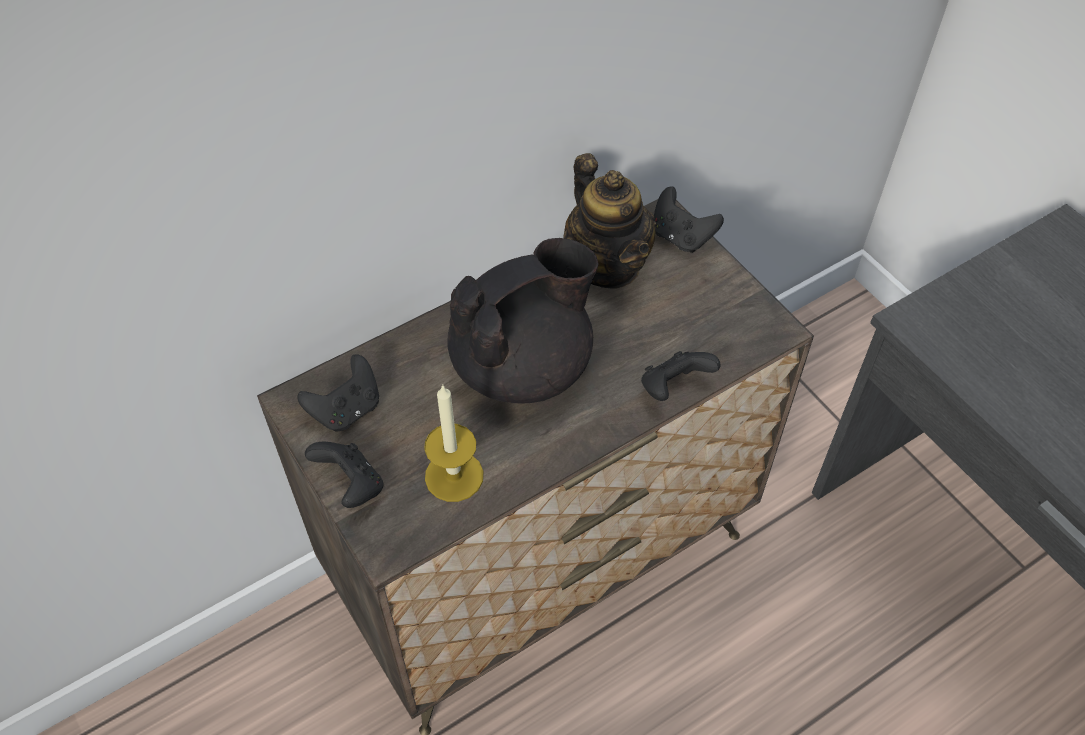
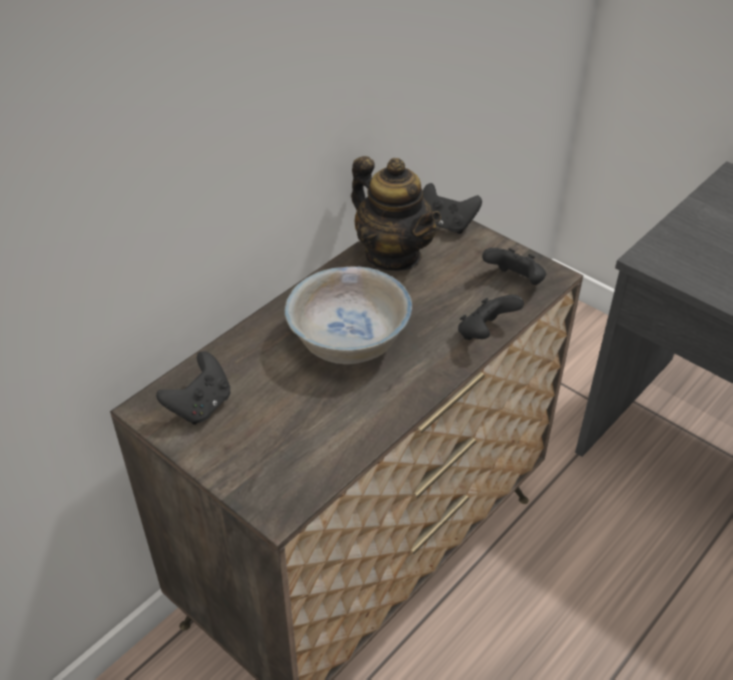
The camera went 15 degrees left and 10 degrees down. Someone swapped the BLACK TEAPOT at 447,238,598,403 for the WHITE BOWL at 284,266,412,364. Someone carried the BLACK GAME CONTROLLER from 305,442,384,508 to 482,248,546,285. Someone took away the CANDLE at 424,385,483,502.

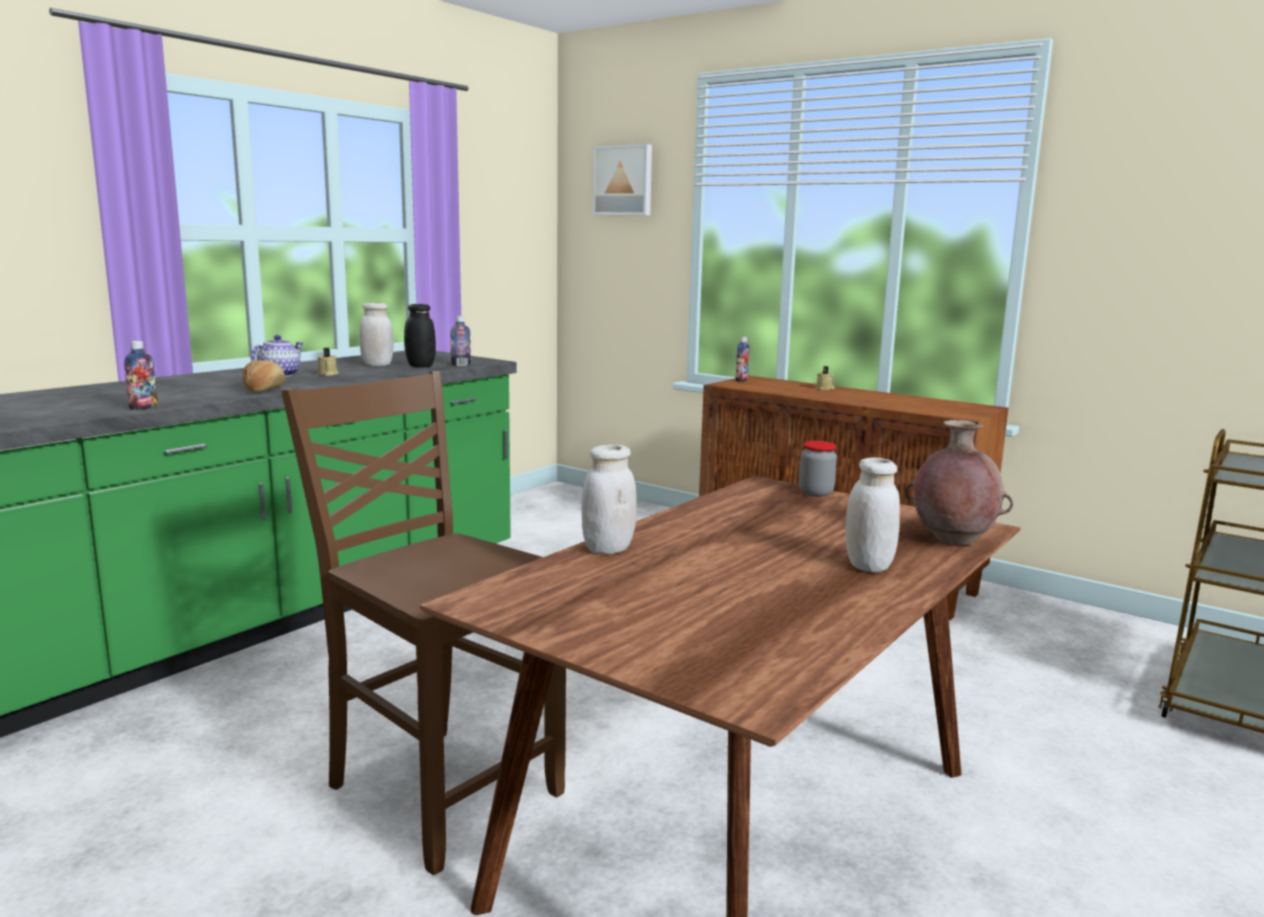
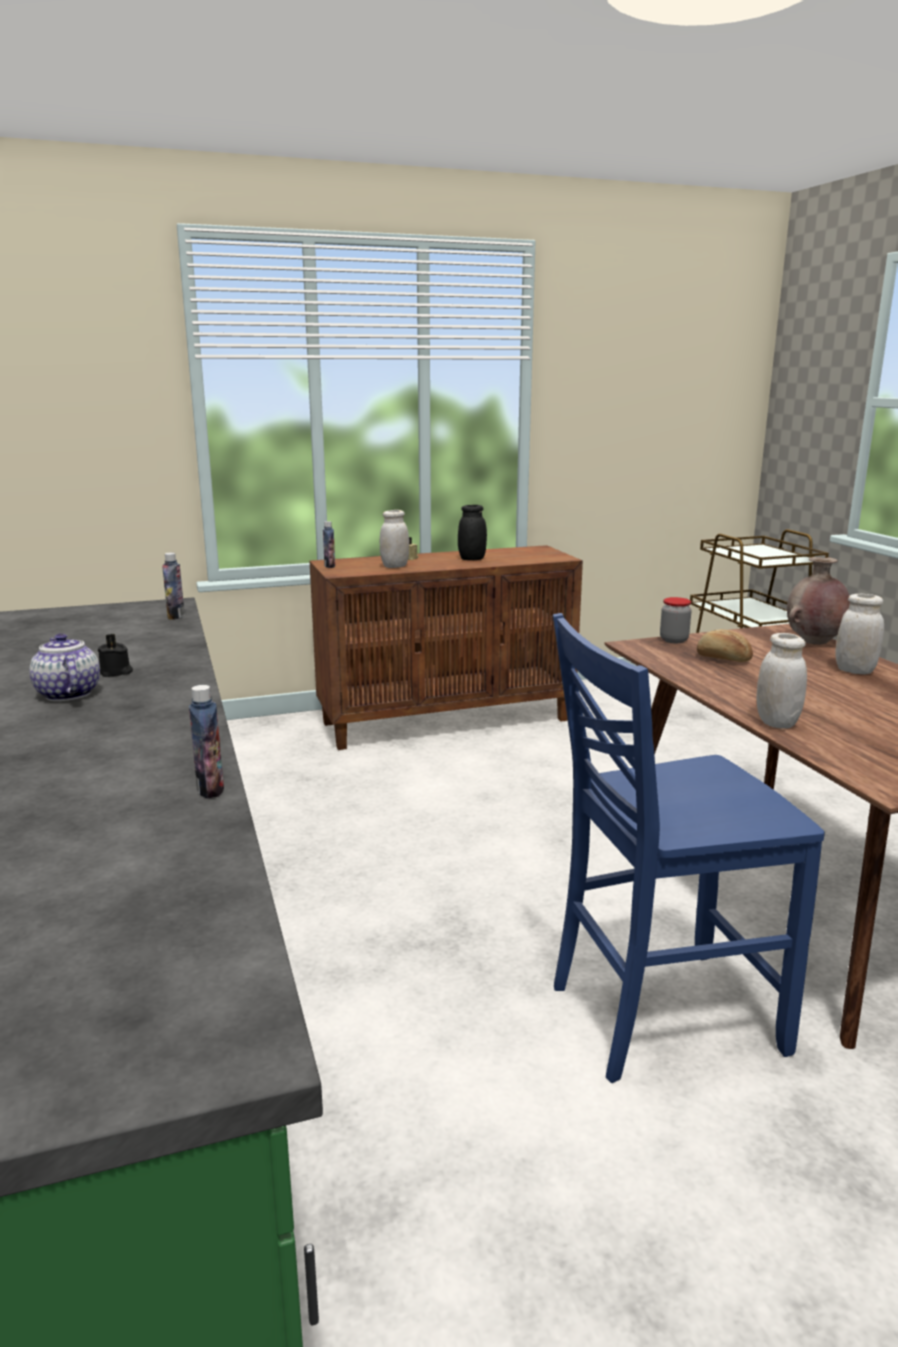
The camera went 55 degrees left and 5 degrees up. Someone repainted the BEIGE CANDLE at 317,348,338,376, which became the BLACK CANDLE at 98,634,133,677. Someone carried the WHITE JAR from 359,303,394,366 to 380,510,409,568. Someone carried the BLACK JAR from 404,304,436,367 to 458,505,487,560. Someone repainted the BROWN CHAIR at 281,371,566,875, which became the BLUE CHAIR at 553,613,825,1083. Someone carried the BREAD from 242,360,285,392 to 697,629,753,662. Someone took away the PICTURE at 593,144,652,215.

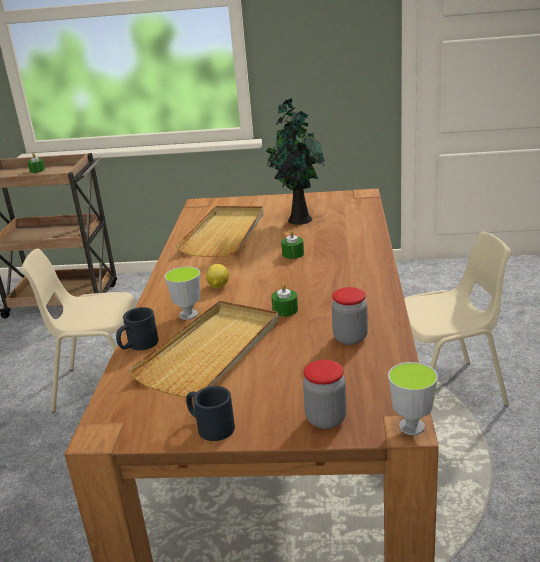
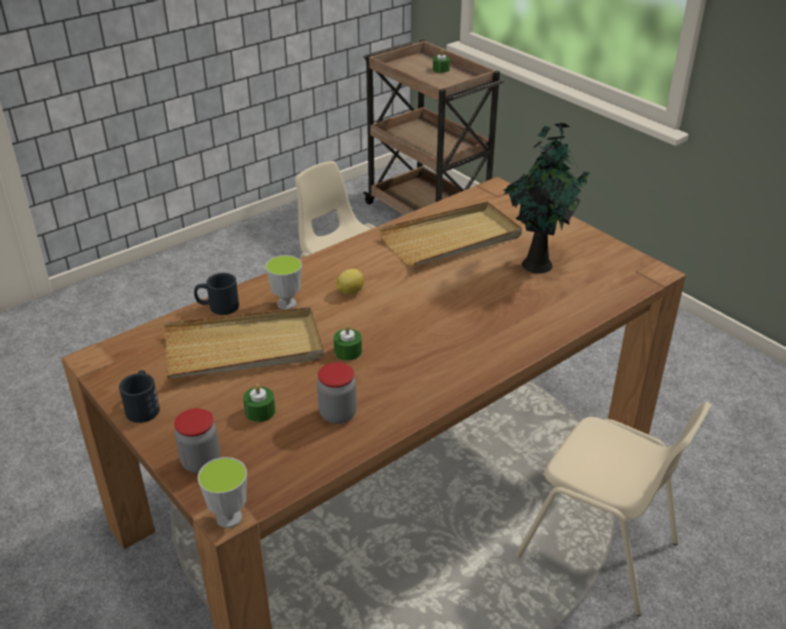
The camera went 45 degrees right and 10 degrees up. Someone carried the GREEN CANDLE from 281,230,304,259 to 243,384,275,422.

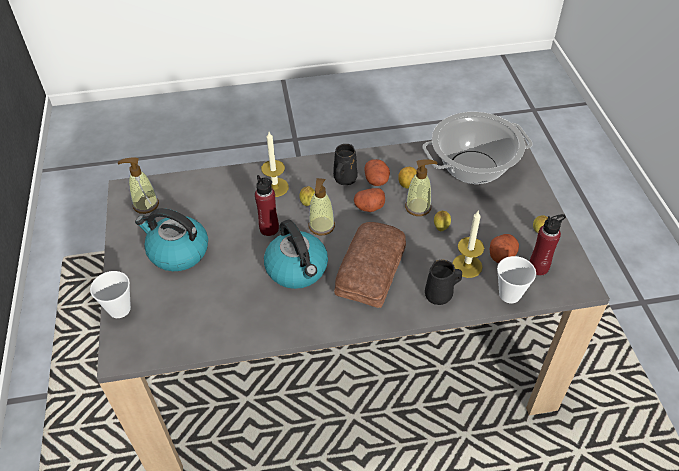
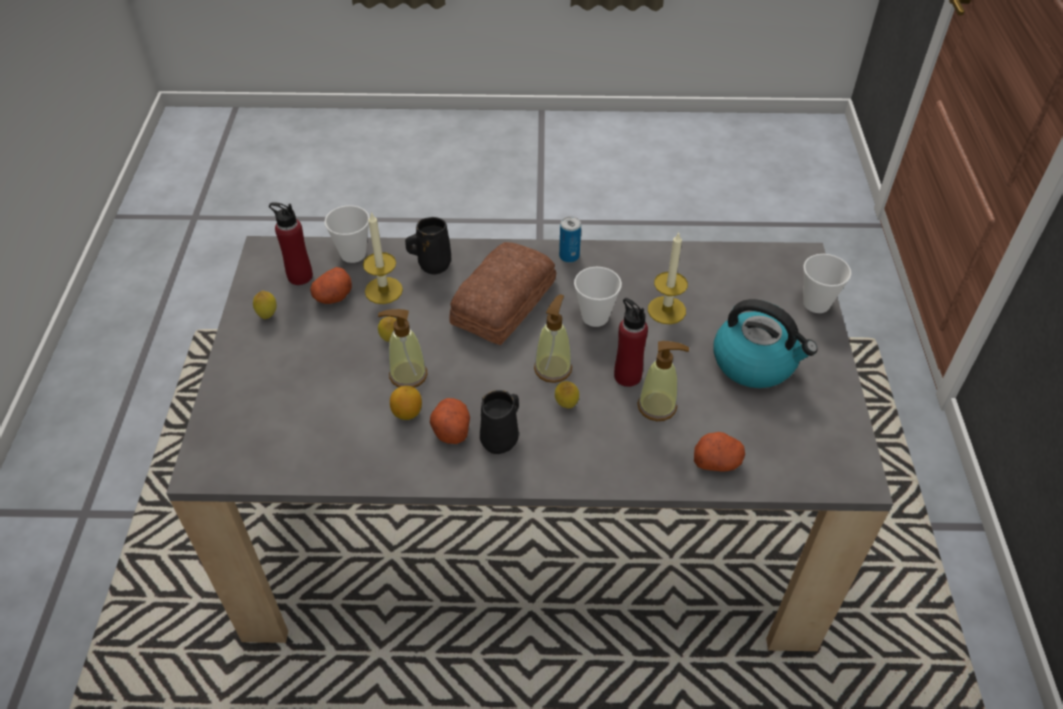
The camera went 170 degrees left and 0 degrees up. Someone put down the CAN at 559,216,581,263. Someone swapped the KETTLE at 264,219,328,289 for the CUP at 574,267,622,327. Someone carried the SOAP DISPENSER from 118,157,159,214 to 637,341,689,421. Someone carried the CANDLE from 261,132,289,197 to 648,232,688,324. Someone carried the POTATO from 354,188,385,212 to 694,432,745,472. Someone took away the COOKING POT at 422,112,533,184.

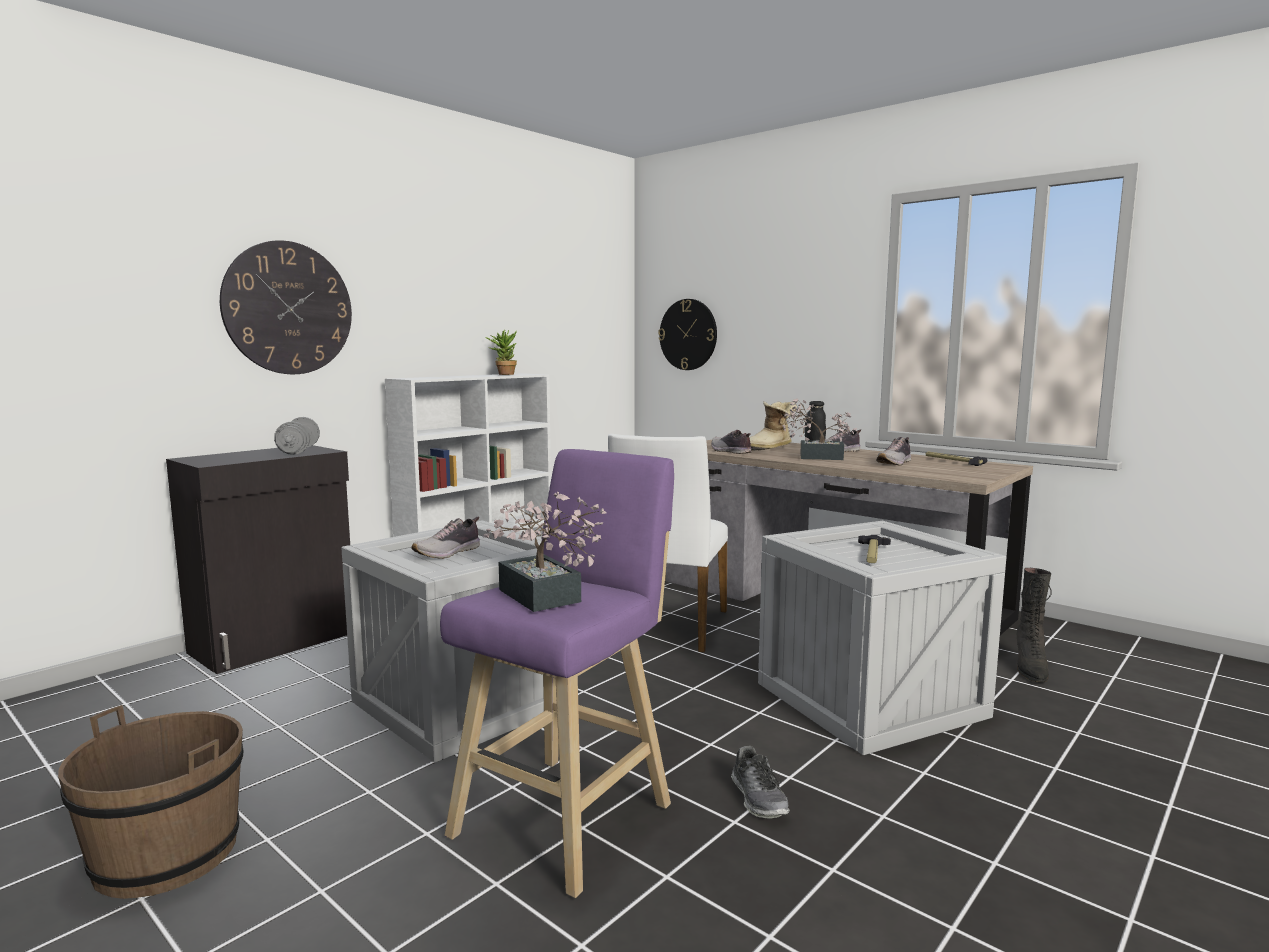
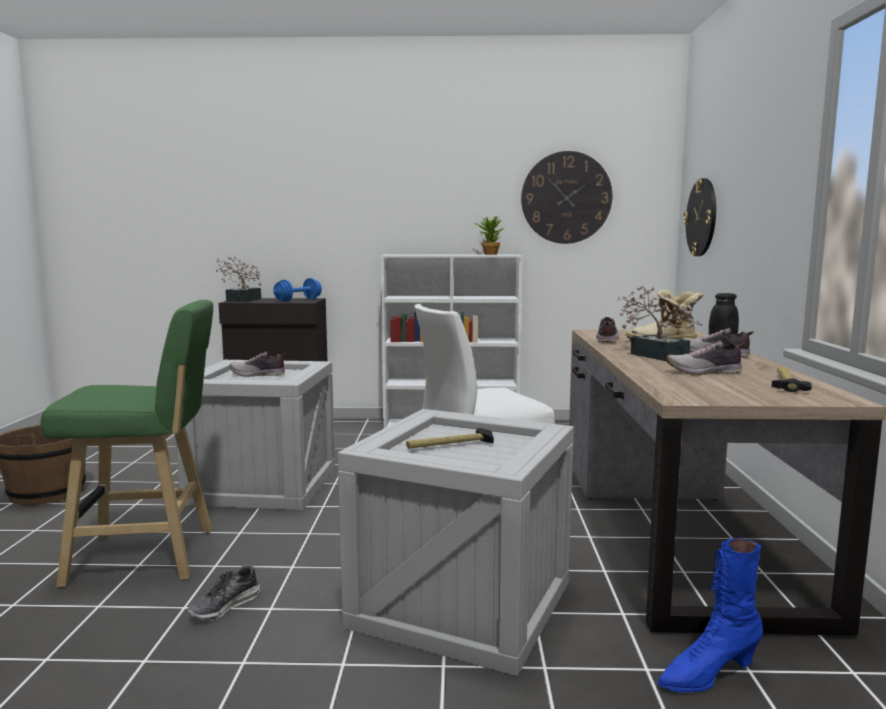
The camera went 50 degrees right and 0 degrees up. Someone repainted the PURPLE STOOL at 440,449,674,898, which became the GREEN STOOL at 41,300,213,588. Someone carried the POTTED PLANT from 483,492,607,612 to 215,256,261,302. Someone repainted the GREY DUMBBELL at 274,417,320,455, which became the BLUE DUMBBELL at 273,278,322,302. Someone carried the WALL CLOCK from 220,240,352,374 to 521,151,612,244. Someone repainted the BLACK BOOT at 1017,568,1052,682, which became the BLUE BOOT at 657,538,763,693.

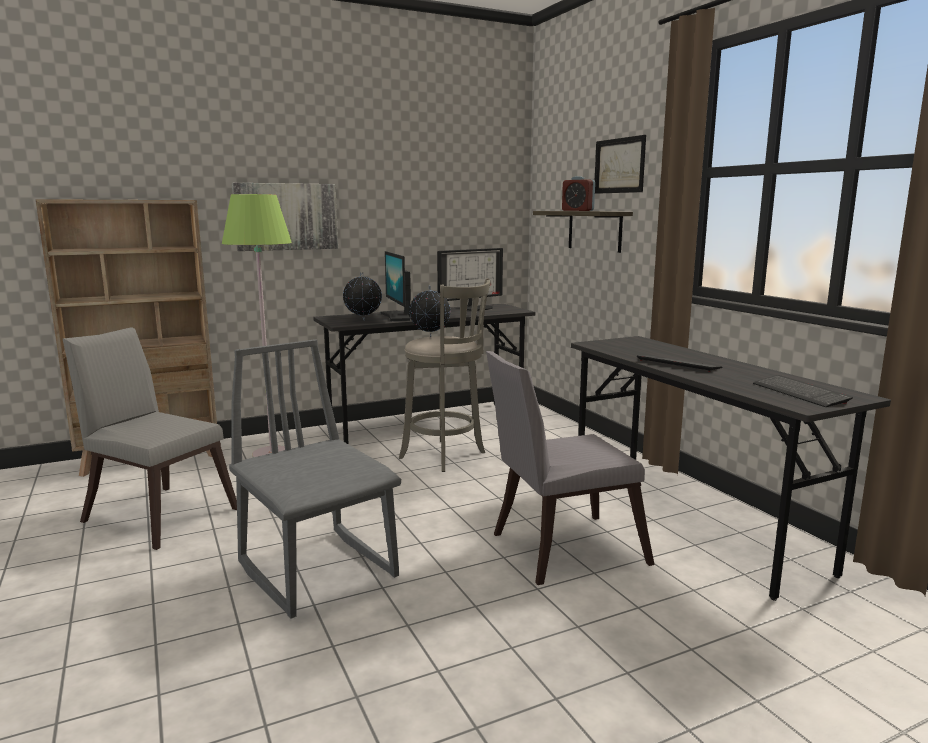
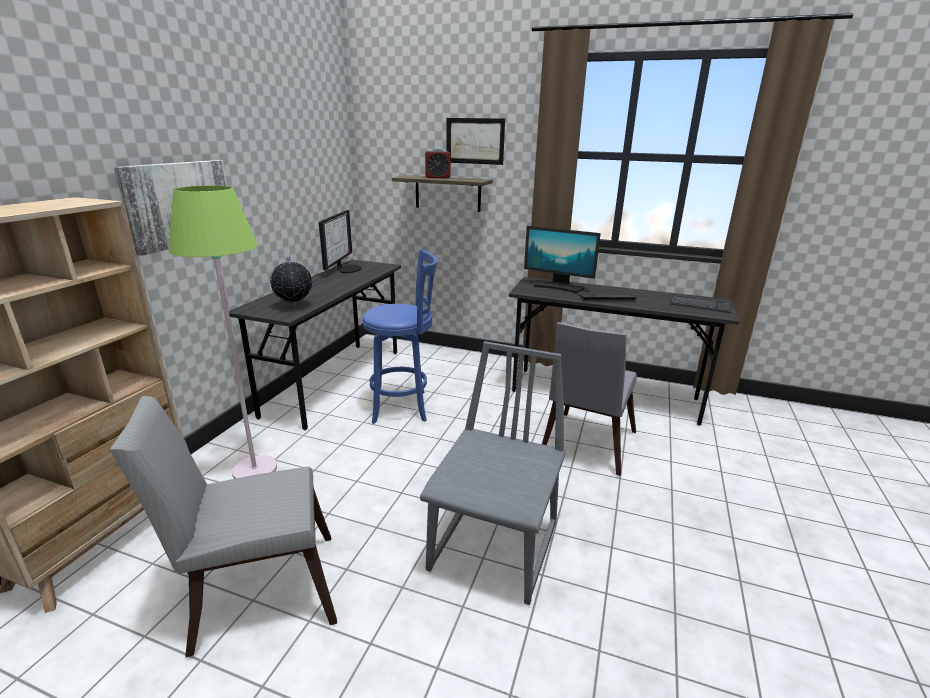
The camera went 45 degrees left and 10 degrees up. Someone repainted the GREY STOOL at 399,278,491,472, which became the BLUE STOOL at 362,249,437,424. Someone rotated the GREY CHAIR at 229,339,401,619 by 105 degrees clockwise. Someone carried the MONITOR from 380,251,411,321 to 524,226,601,293. Someone took away the GLOBE at 409,285,450,337.

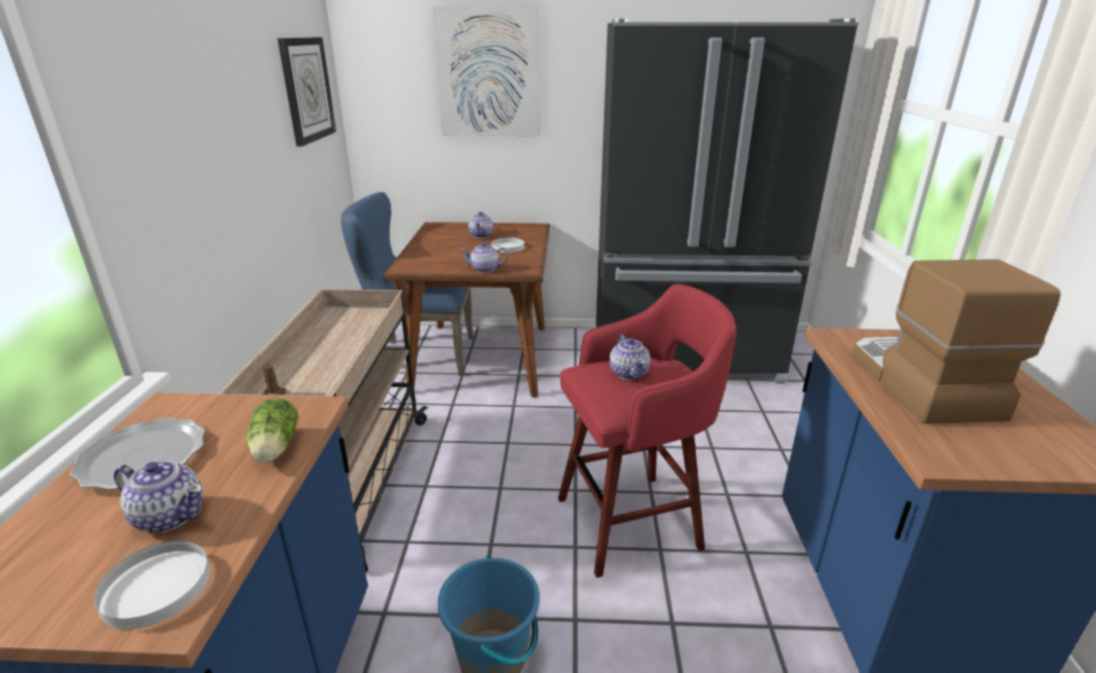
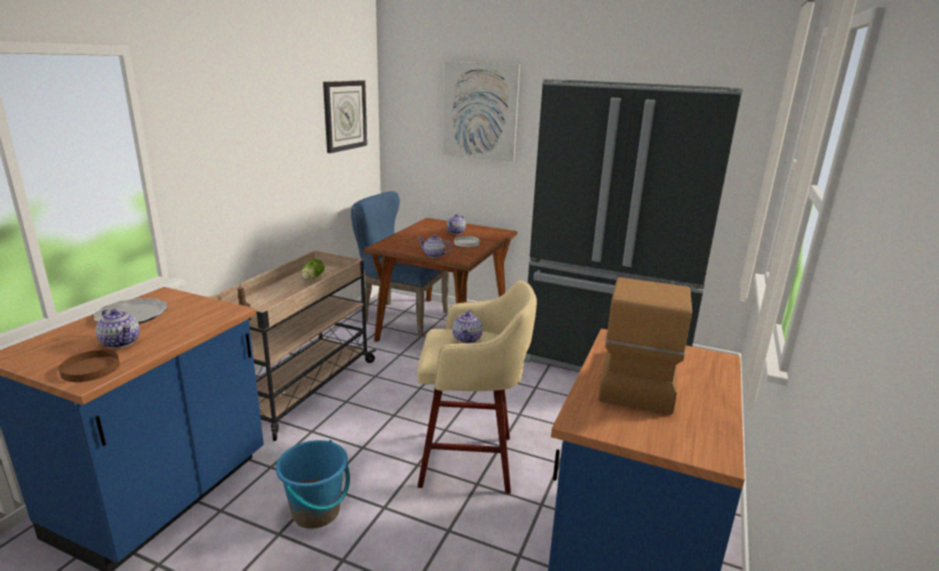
The camera went 20 degrees right and 5 degrees down. Someone repainted the WHITE PLATE at 94,541,210,630, which became the BROWN PLATE at 59,350,120,382. Someone carried the LETTUCE from 247,398,299,463 to 301,258,325,280. Someone repainted the RED STOOL at 558,284,736,578, which became the BEIGE STOOL at 417,280,537,494.

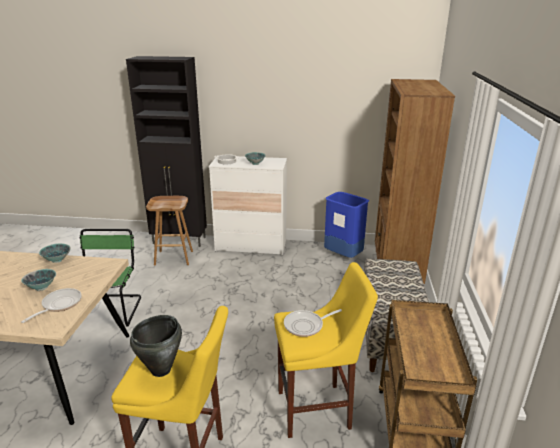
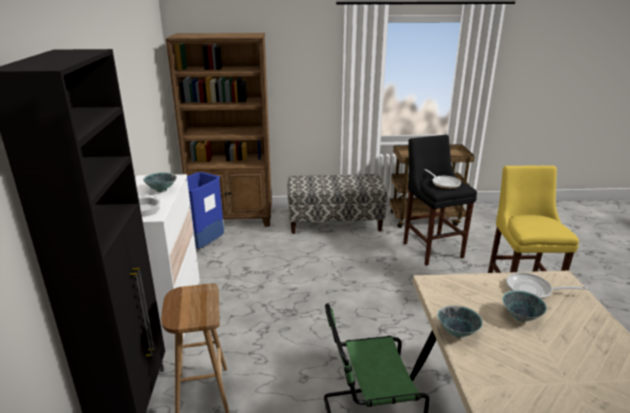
The camera went 100 degrees left and 0 degrees up. Someone repainted the YELLOW STOOL at 274,262,378,438, which became the BLACK STOOL at 403,135,477,266. Someone took away the BLACK COOKING POT at 130,315,182,377.

